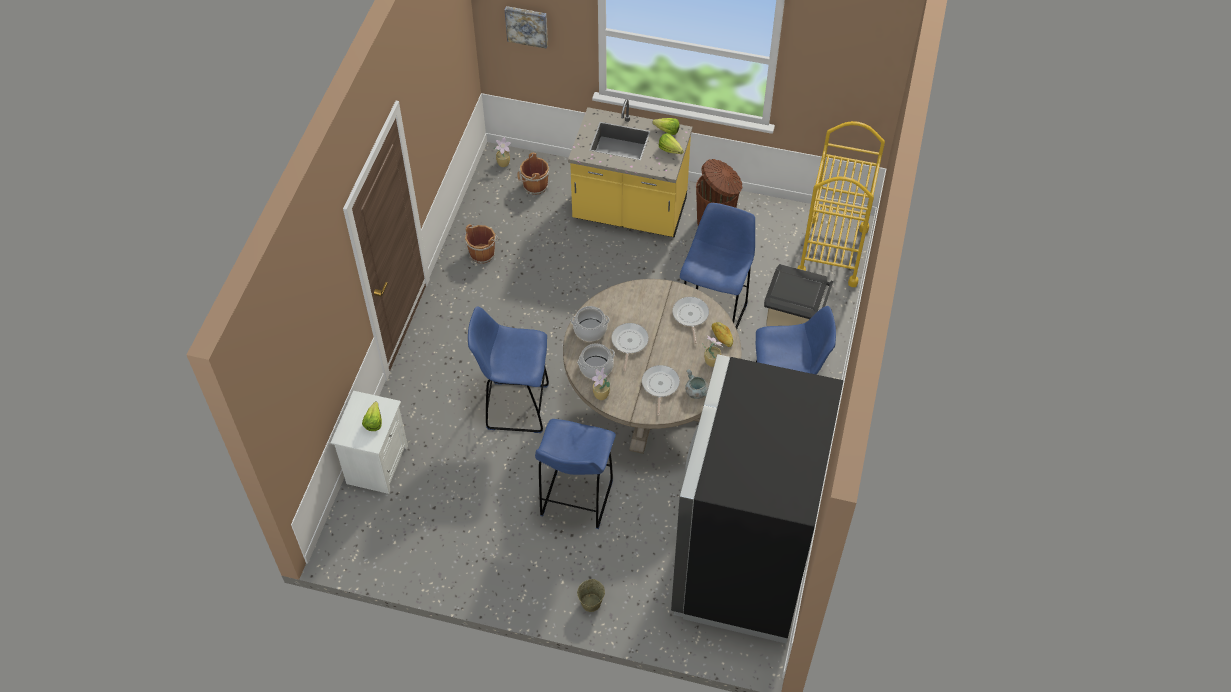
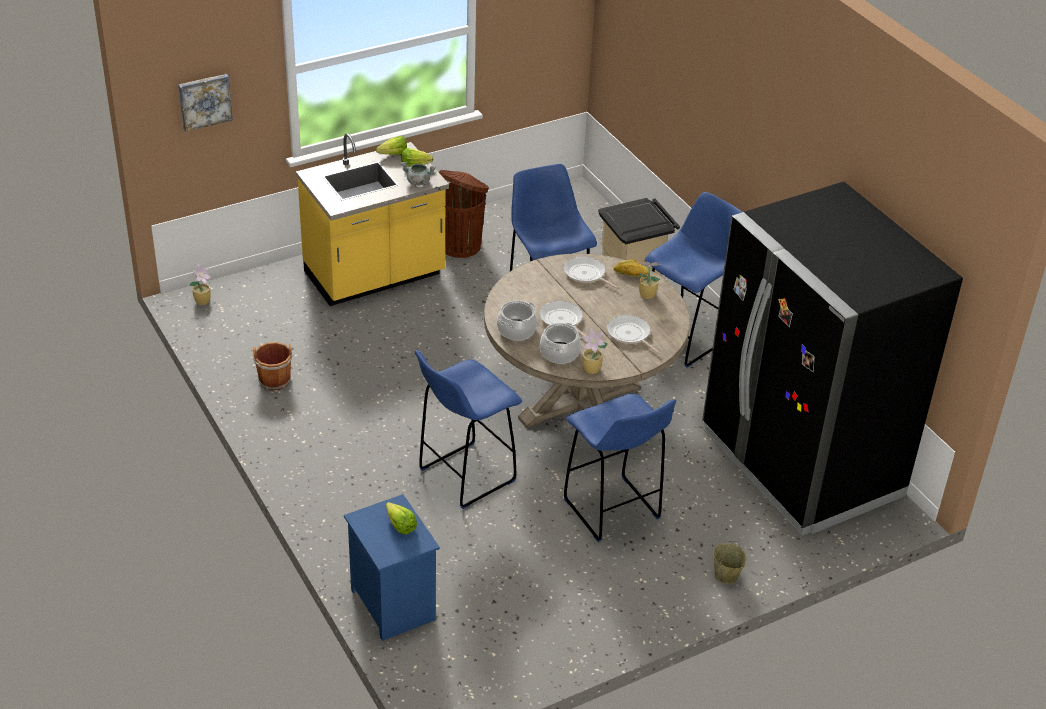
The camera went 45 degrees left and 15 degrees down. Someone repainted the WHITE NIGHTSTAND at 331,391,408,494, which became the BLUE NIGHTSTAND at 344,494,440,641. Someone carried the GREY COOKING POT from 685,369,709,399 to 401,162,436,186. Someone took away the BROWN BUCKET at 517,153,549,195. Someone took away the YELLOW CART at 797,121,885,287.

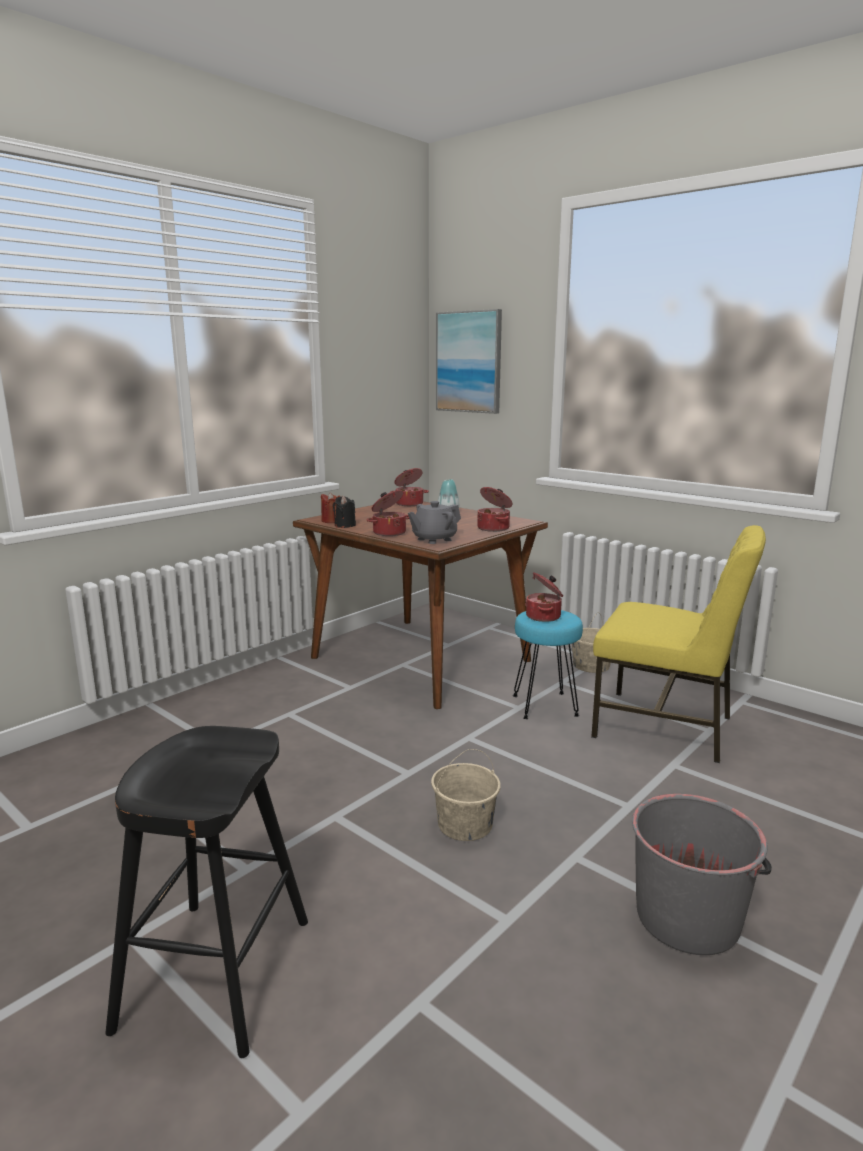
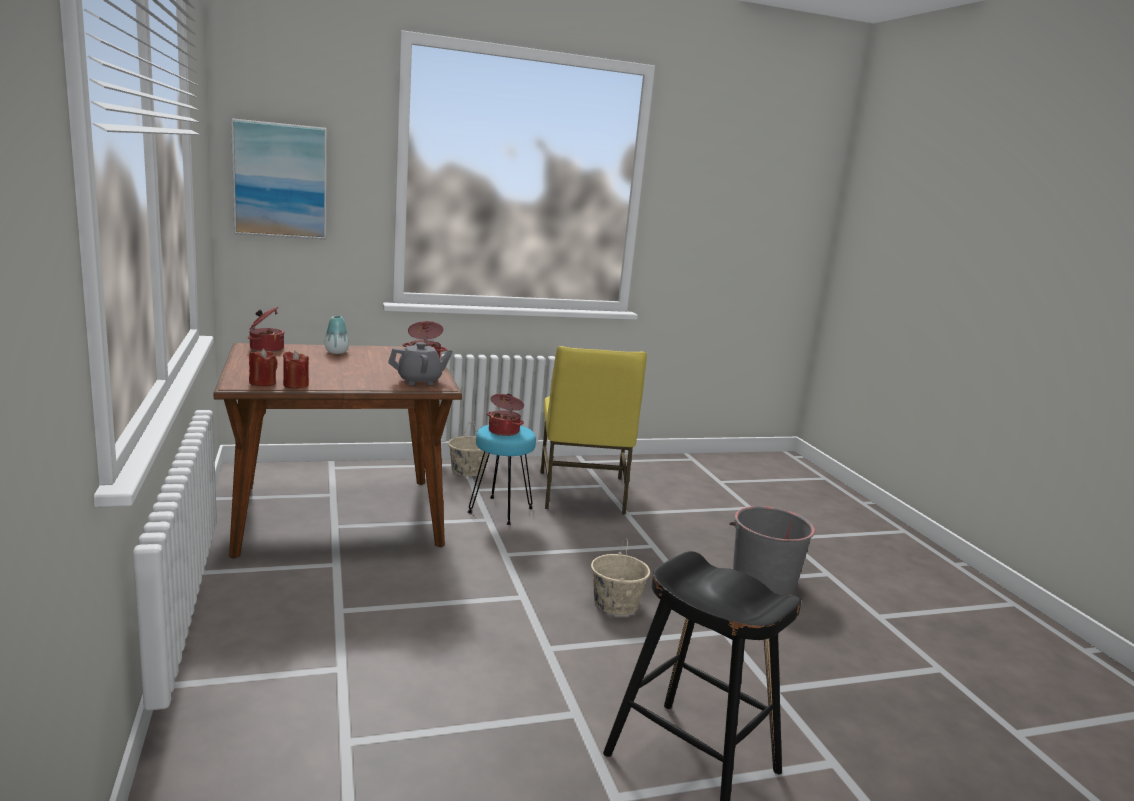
The camera went 60 degrees left and 0 degrees up. Someone repainted the BLACK CANDLE at 333,496,356,528, which became the RED CANDLE at 283,351,309,389. Someone rotated the GREY TEAPOT at 408,501,461,544 by 105 degrees counterclockwise. Someone rotated the YELLOW CHAIR at 591,525,766,763 by 120 degrees clockwise. Someone took away the COOKING POT at 367,490,409,536.

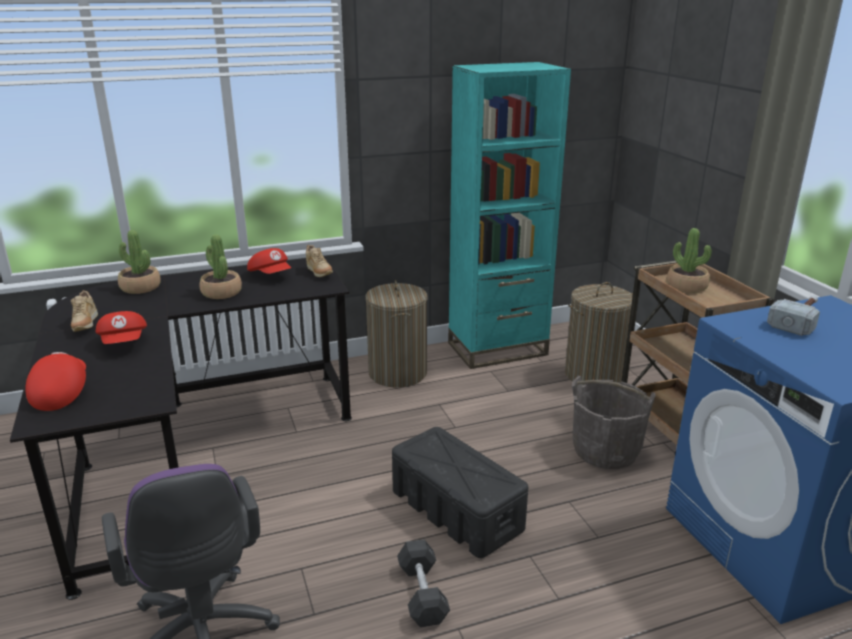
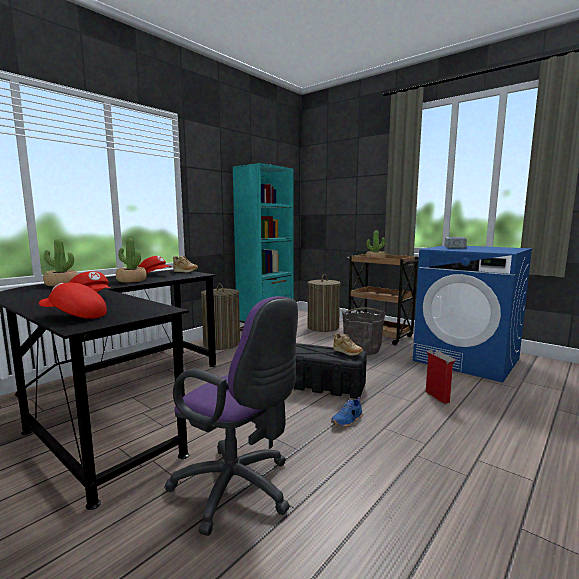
The camera went 30 degrees left and 15 degrees down. Someone rotated the RED CAP at 25,352,86,411 by 45 degrees counterclockwise. Someone swapped the GREY DUMBBELL at 397,539,450,627 for the BLUE SHOE at 331,397,362,427. Someone carried the BEIGE SHOE from 71,290,98,332 to 333,333,363,356. Someone put down the CARDBOARD BOX at 426,350,455,404.

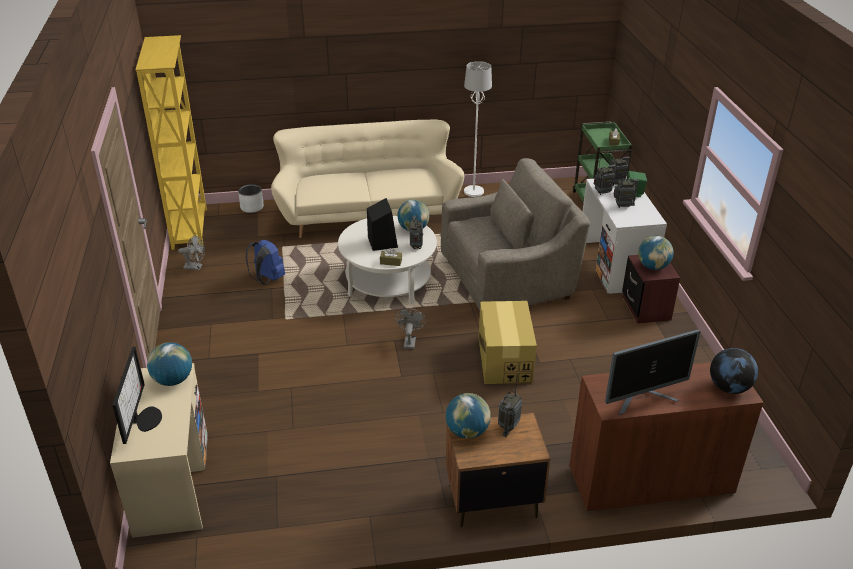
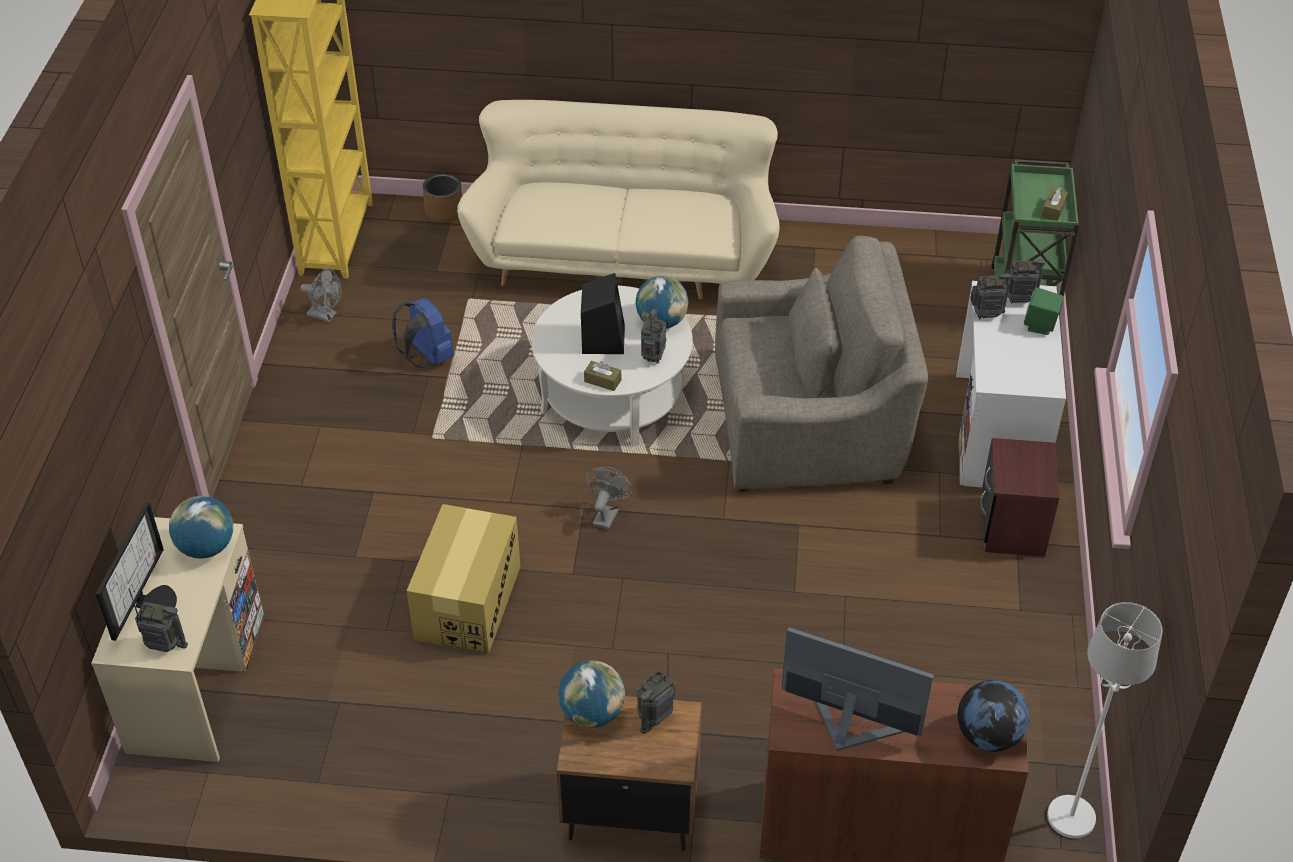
The camera went 15 degrees right and 10 degrees up. Someone carried the RADIO from 614,170,639,207 to 128,588,188,652. Someone carried the CARDBOARD BOX from 479,301,537,384 to 407,504,520,654. Someone repainted the GREY PLANTER at 238,184,264,213, which became the BROWN PLANTER at 423,174,462,223. Someone rotated the MONITOR at 605,329,701,415 by 150 degrees counterclockwise. Someone carried the WHITE FLOOR LAMP from 464,61,492,197 to 1047,602,1162,838. Someone took away the GLOBE at 638,236,674,270.

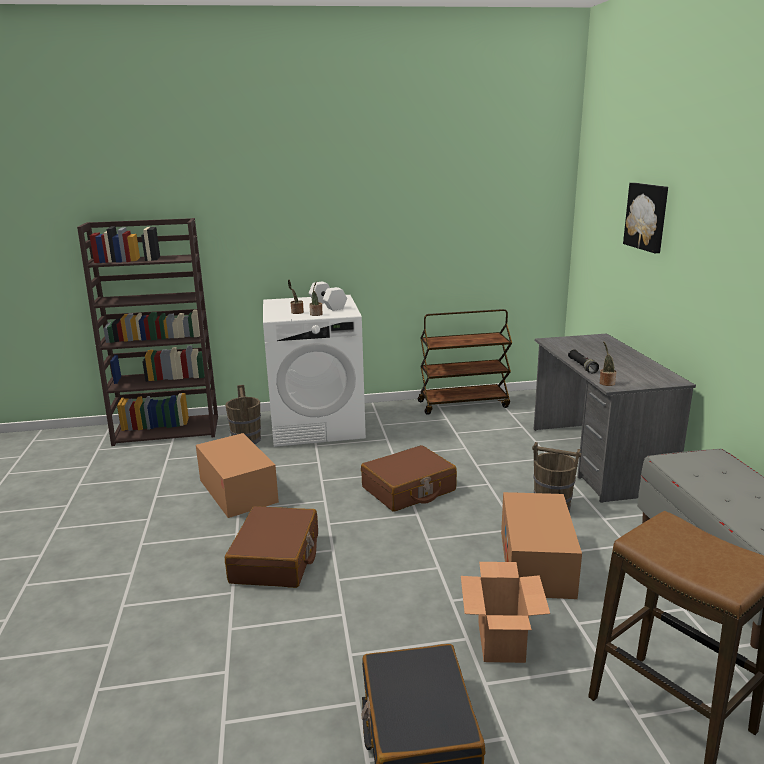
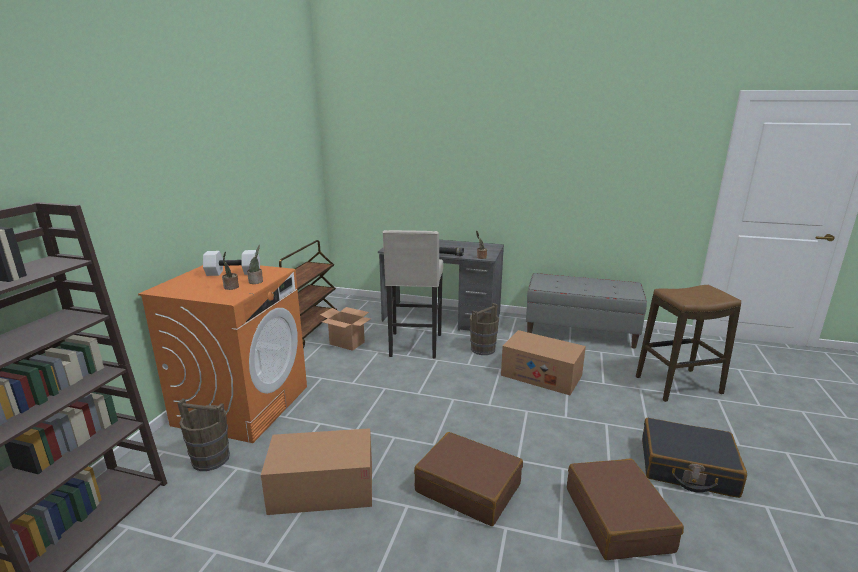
The camera went 65 degrees left and 0 degrees up. Someone repainted the WHITE WASHING MACHINE at 263,295,366,447, which became the ORANGE WASHING MACHINE at 138,265,307,443. Someone carried the CARDBOARD BOX from 461,562,550,663 to 320,307,372,351. Someone put down the BEIGE STOOL at 382,230,443,359. Someone carried the BROWN SUITCASE from 361,445,457,512 to 567,459,684,560. Someone took away the PICTURE at 623,183,668,253.

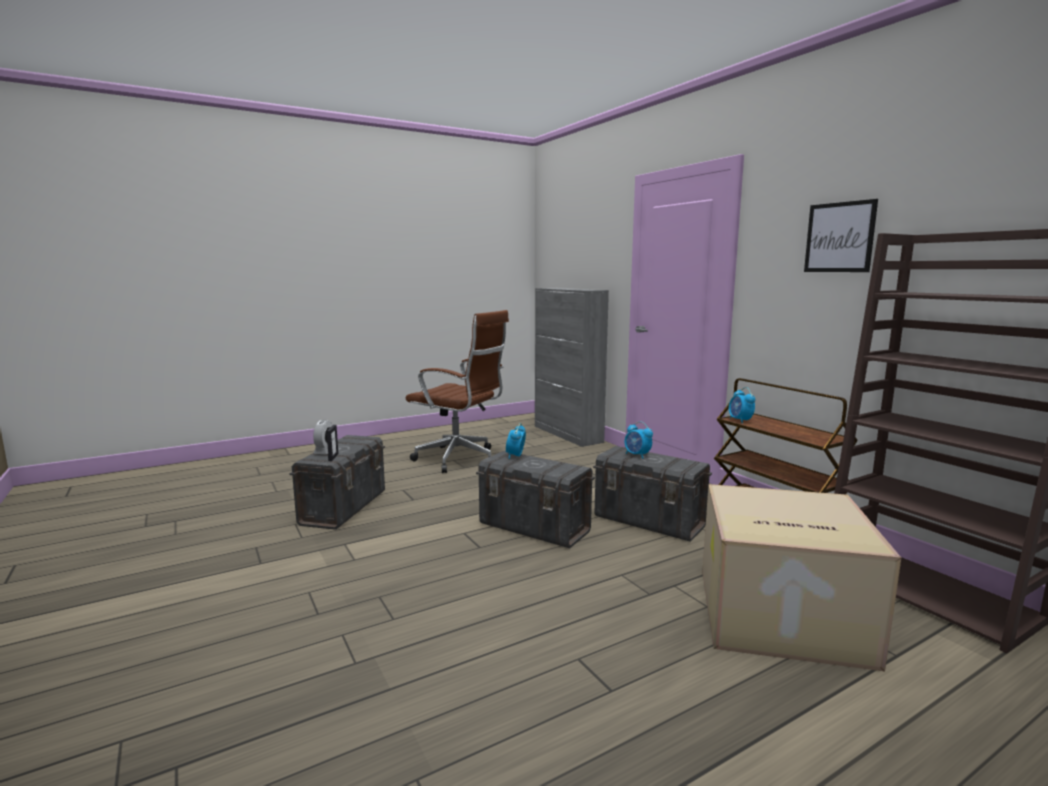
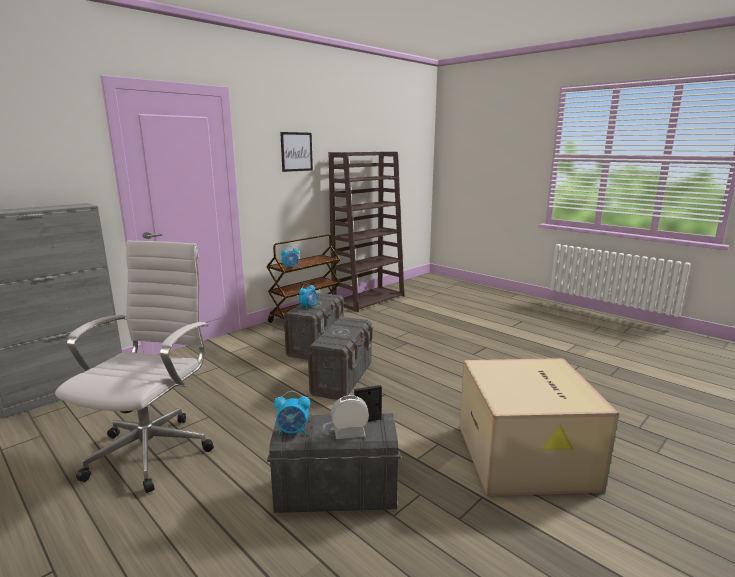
The camera went 105 degrees left and 5 degrees up. Someone repainted the BROWN OFFICE CHAIR at 406,310,509,473, which became the WHITE OFFICE CHAIR at 55,240,213,493. Someone carried the ALARM CLOCK from 506,423,526,459 to 274,391,310,435. Someone carried the CARDBOARD BOX from 702,484,901,672 to 459,358,619,496.

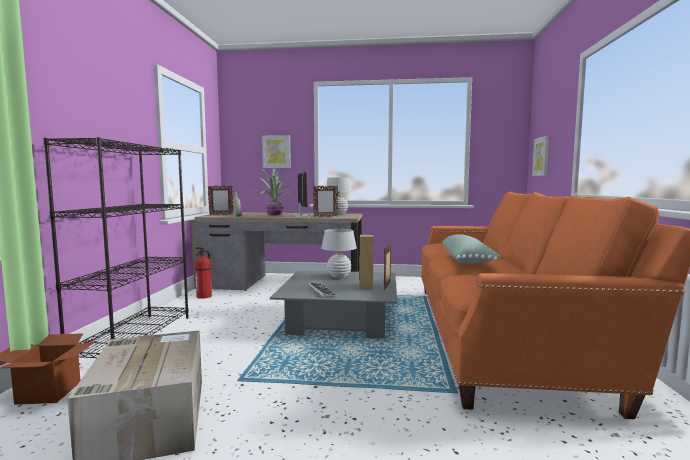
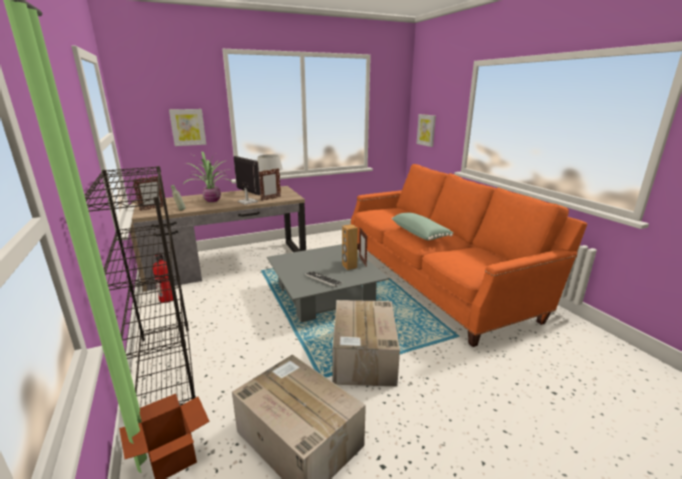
The camera went 30 degrees left and 15 degrees up. Someone put down the CARDBOARD BOX at 332,300,400,386. Someone took away the WHITE TABLE LAMP at 321,229,357,278.

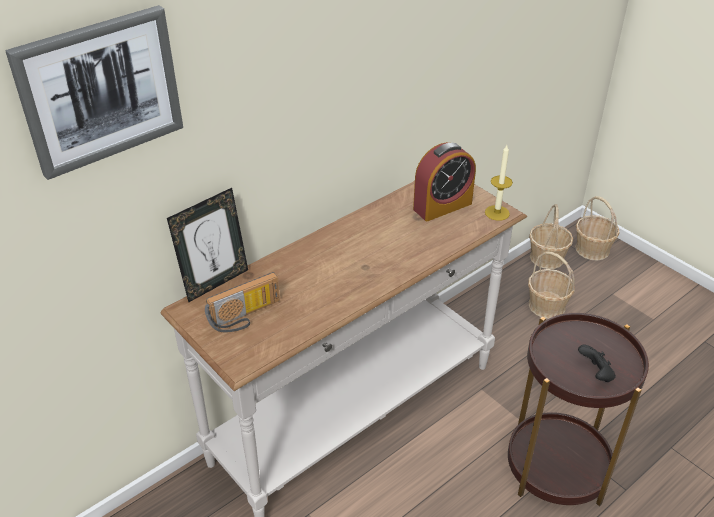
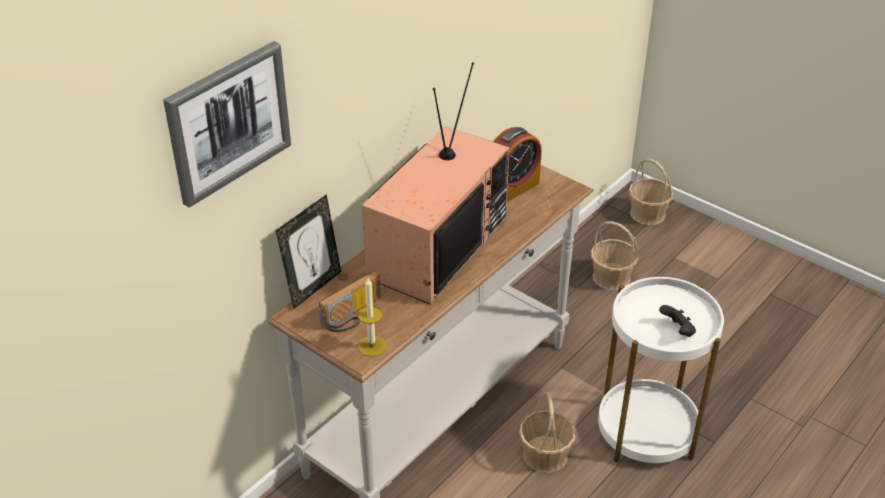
The camera went 10 degrees left and 0 degrees up. Someone carried the CANDLE from 485,145,513,221 to 358,278,386,357. Someone put down the TELEVISION at 362,62,510,304. Someone carried the BASKET from 529,204,573,269 to 519,392,576,473. Someone repainted the BROWN SIDE TABLE at 508,313,649,506, which became the WHITE SIDE TABLE at 598,277,724,463.

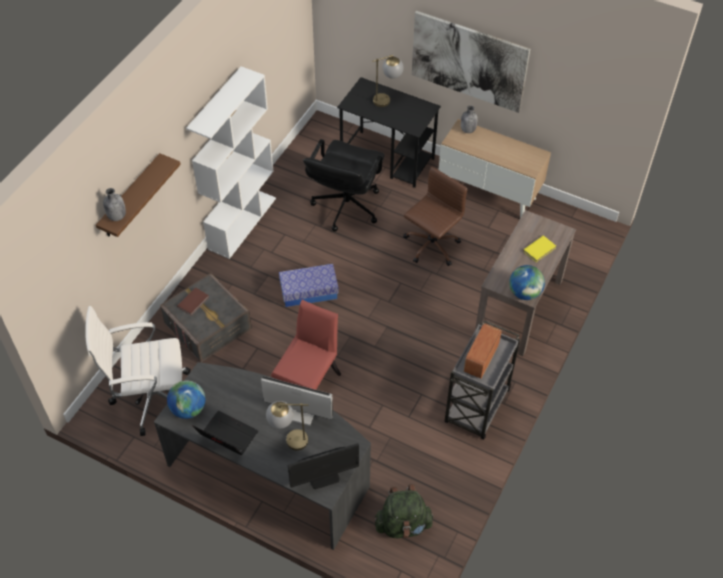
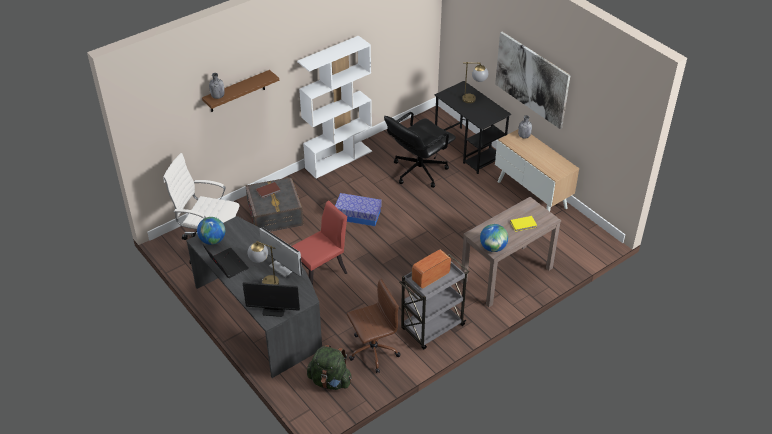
The camera went 25 degrees right and 10 degrees down. Someone carried the BROWN OFFICE CHAIR from 403,166,467,266 to 347,279,400,373.

